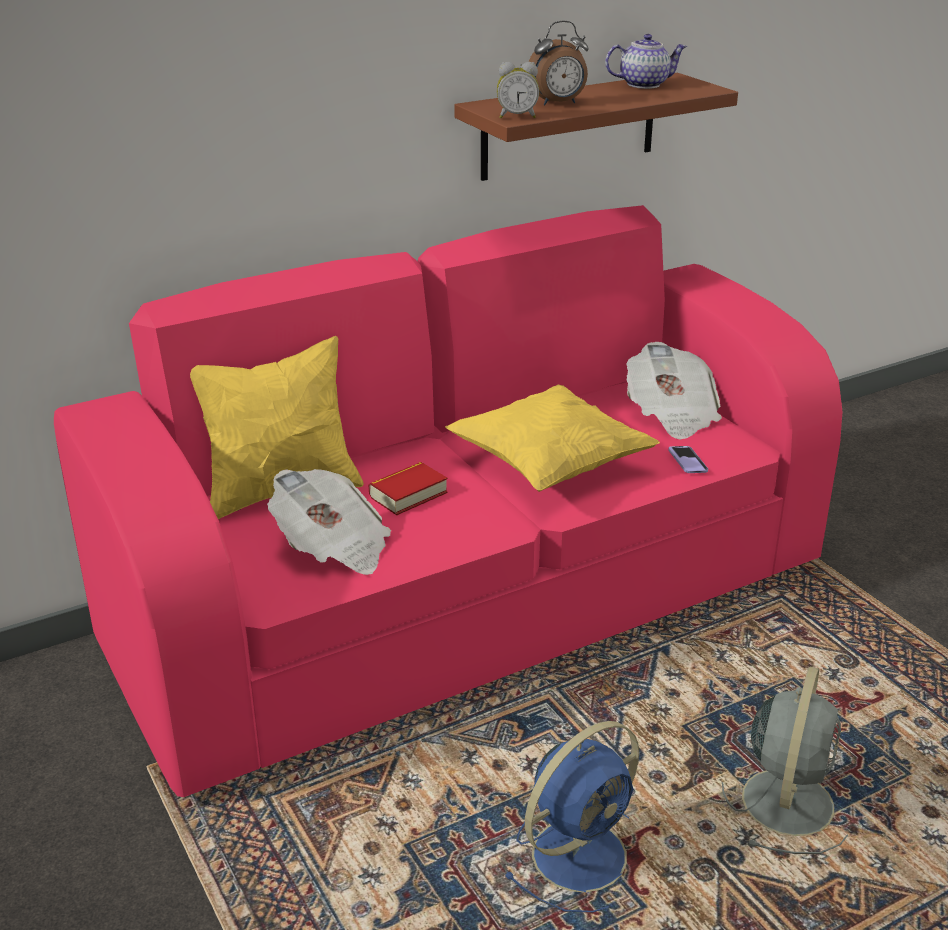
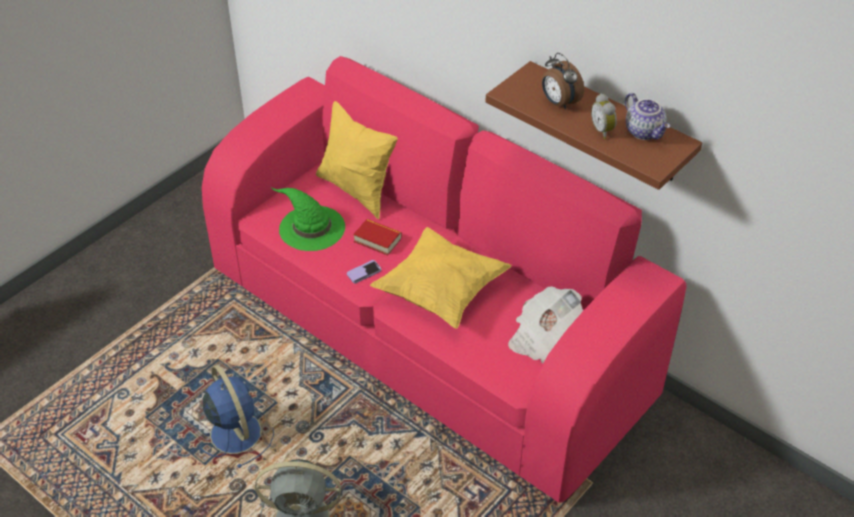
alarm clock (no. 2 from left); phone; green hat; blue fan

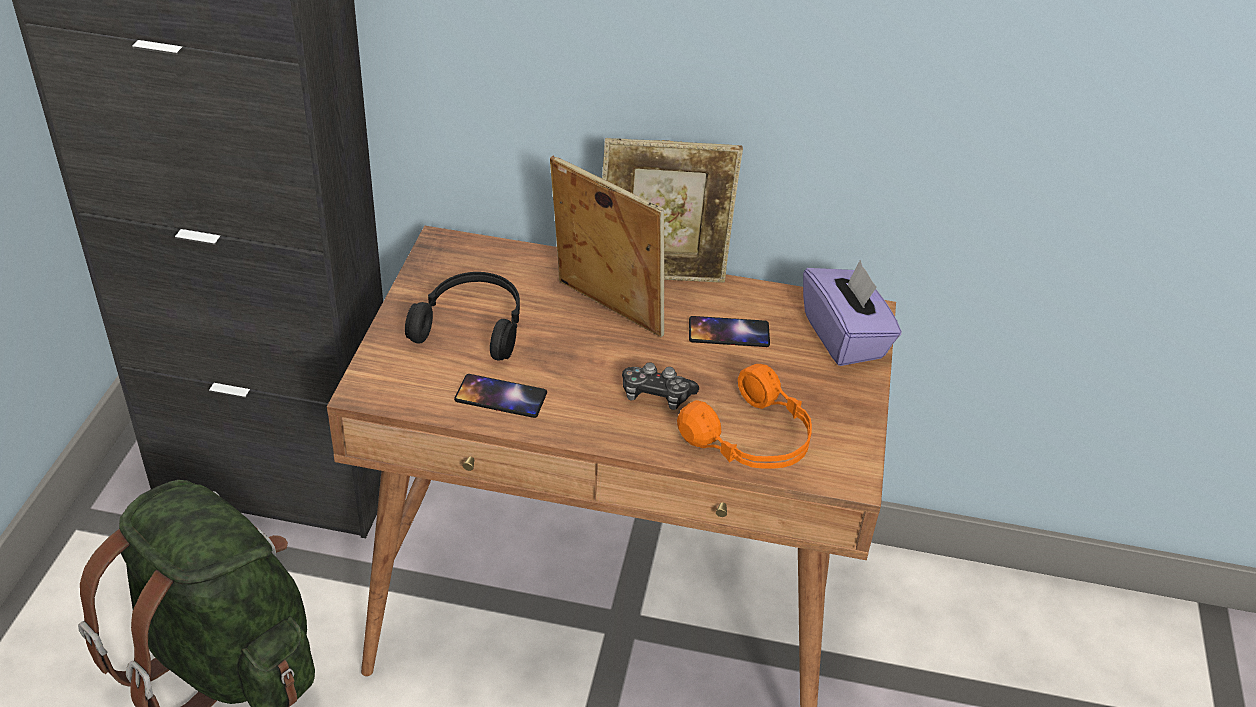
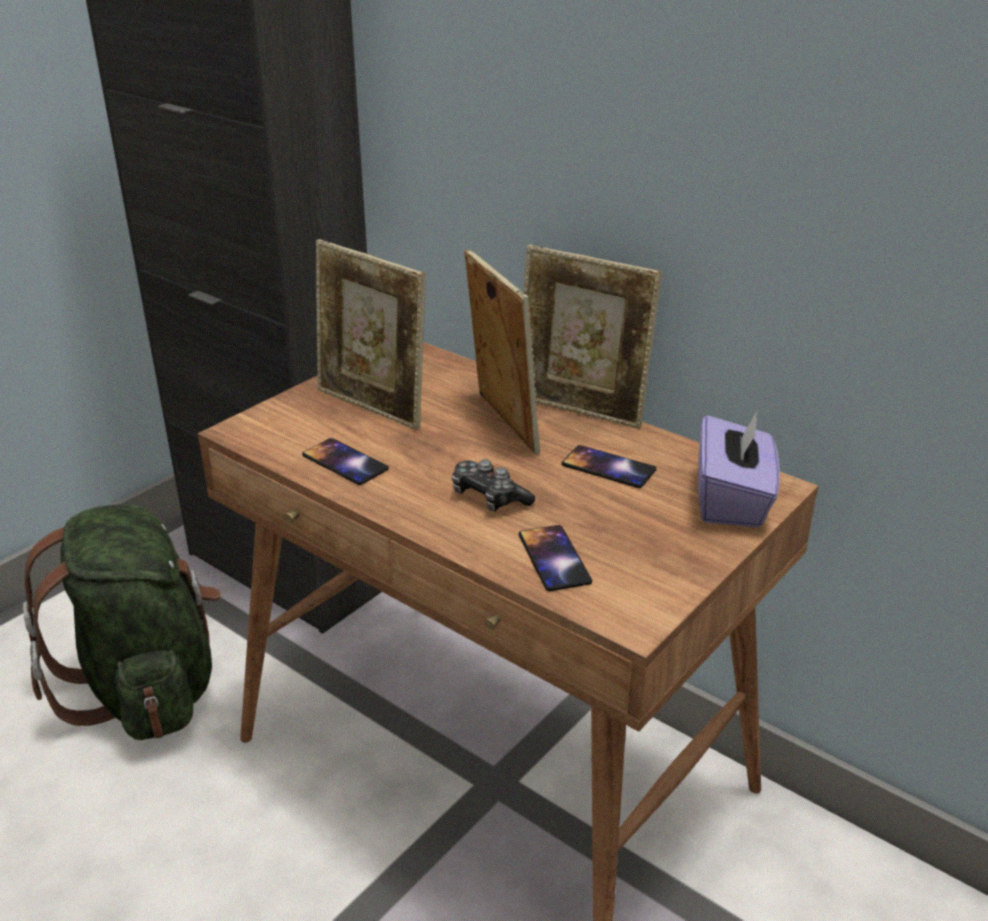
picture frame (no. 1 from left); phone (no. 2 from left)

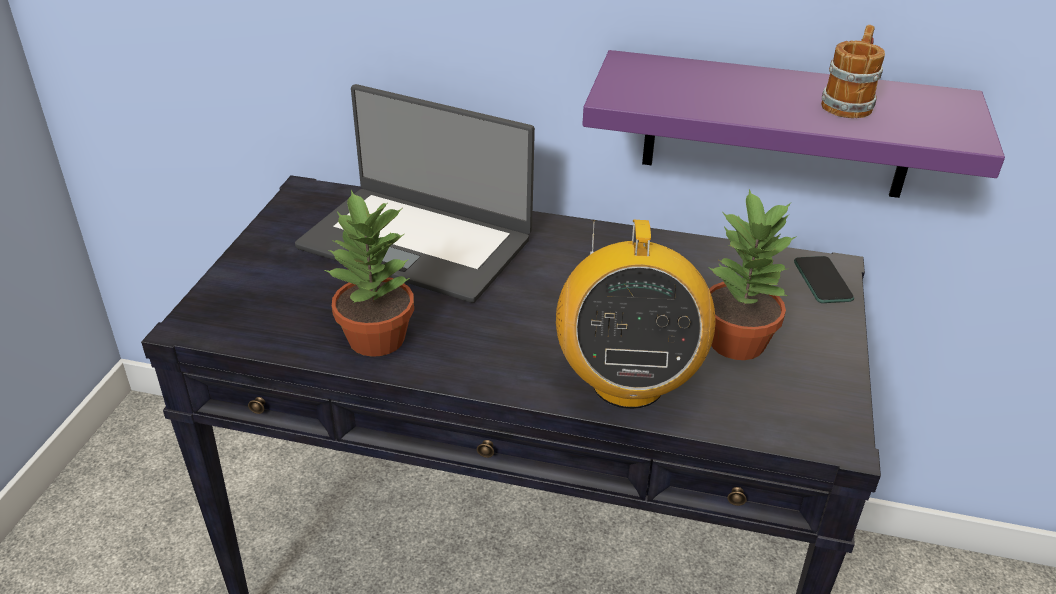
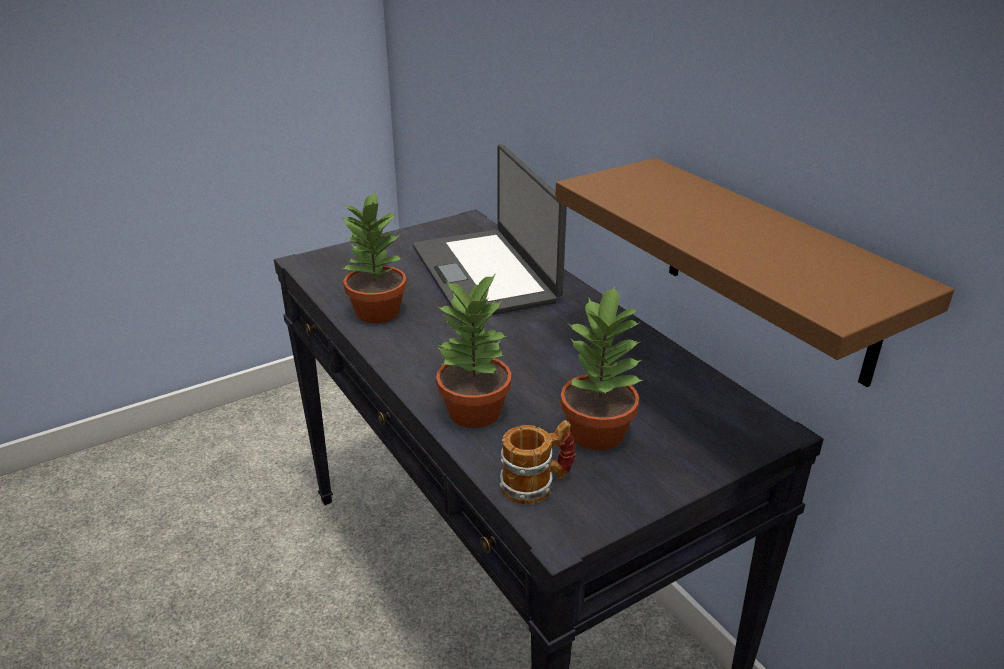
phone; mug; potted plant (no. 2 from left); brown shelf

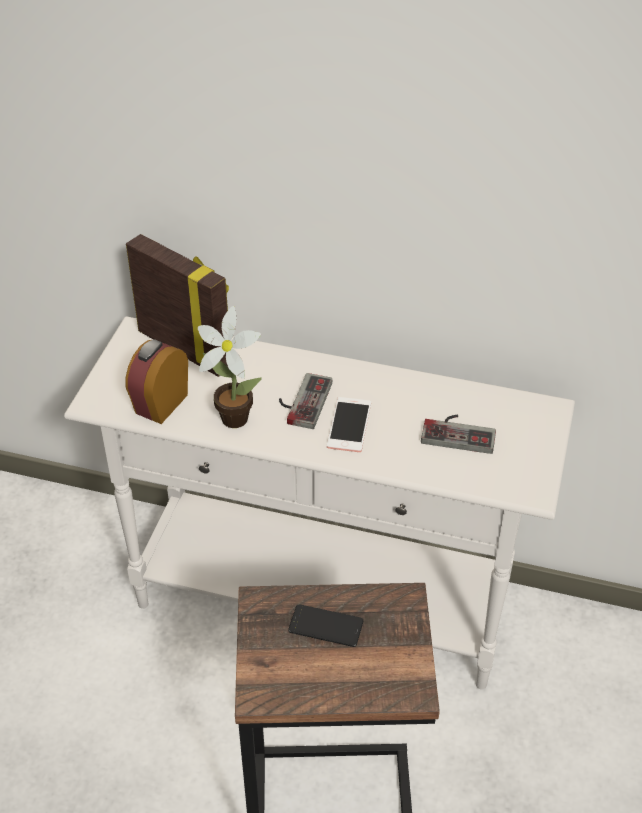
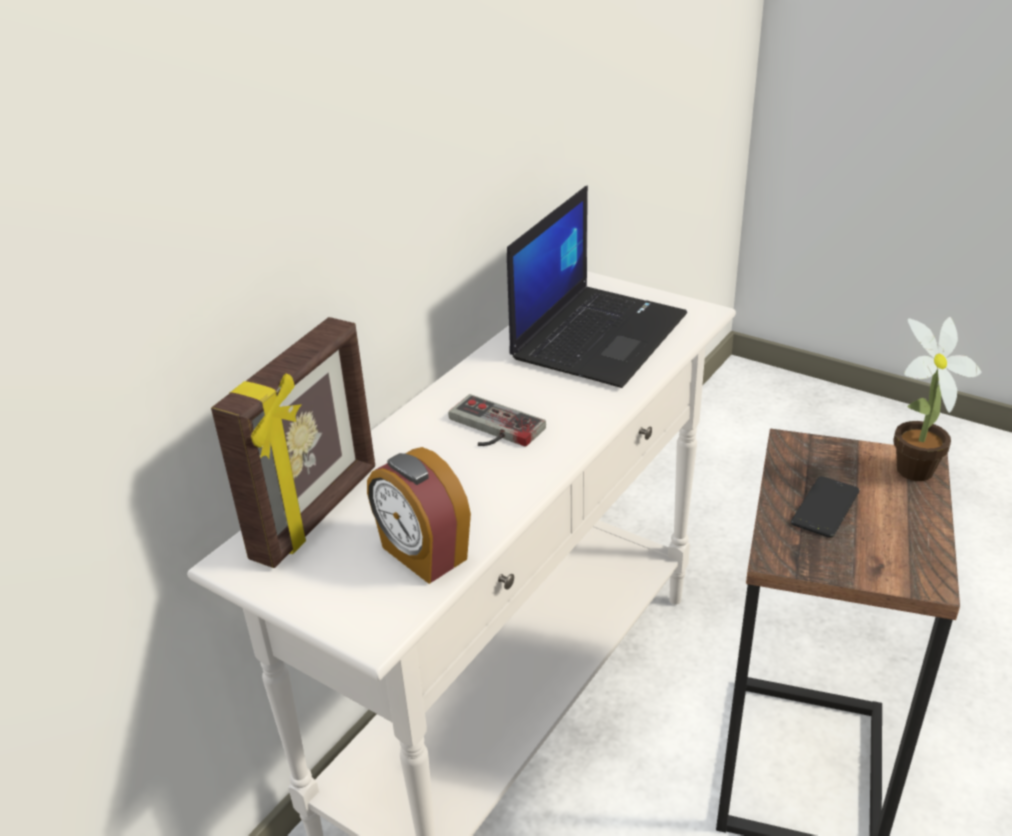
phone (no. 2 from left in the first image); potted plant; laptop; picture frame

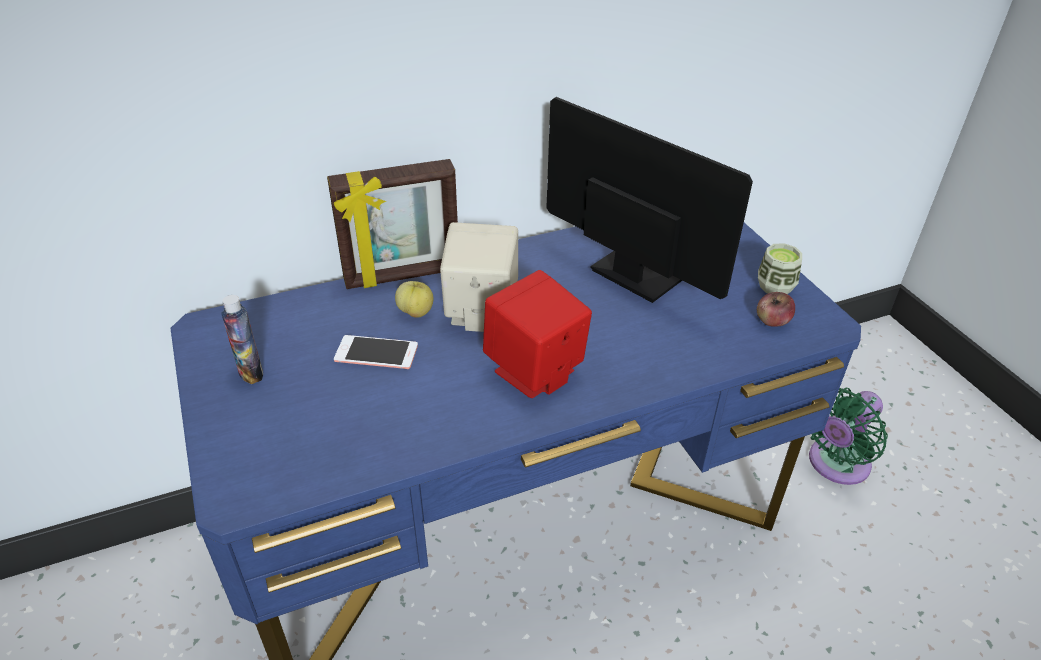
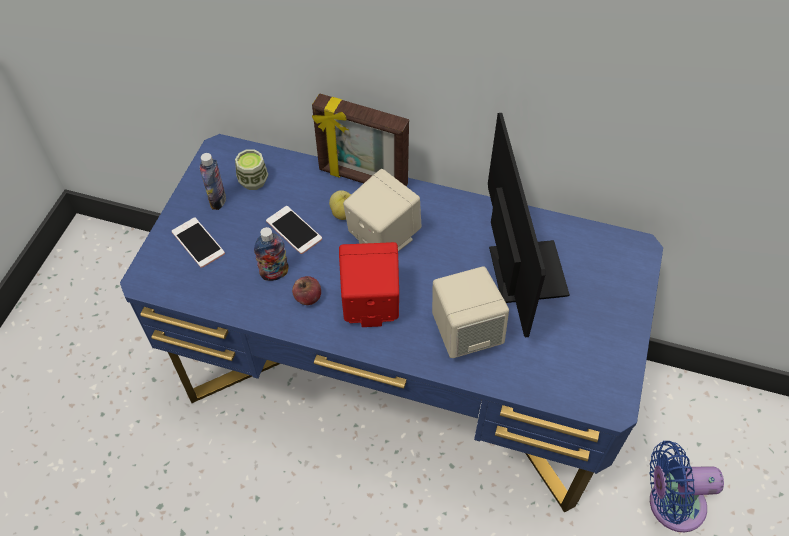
phone (no. 1 from left); bottle (no. 2 from left); beige speaker (no. 2 from left); apple (no. 1 from left); cup; blue fan

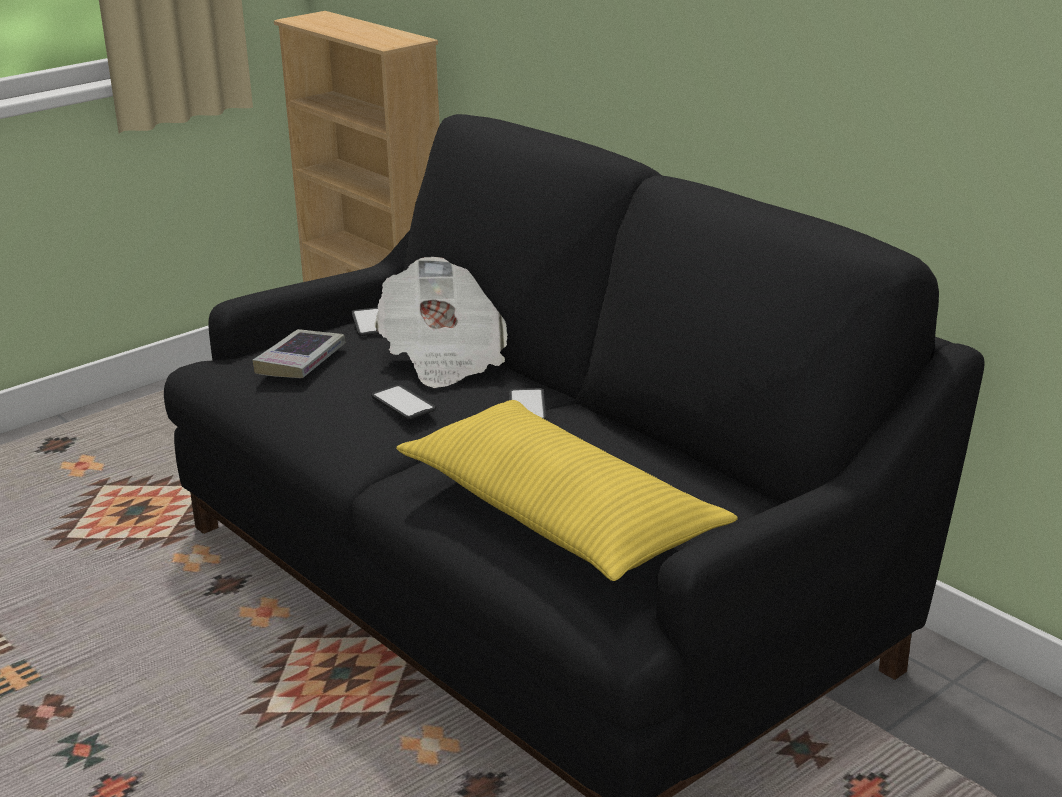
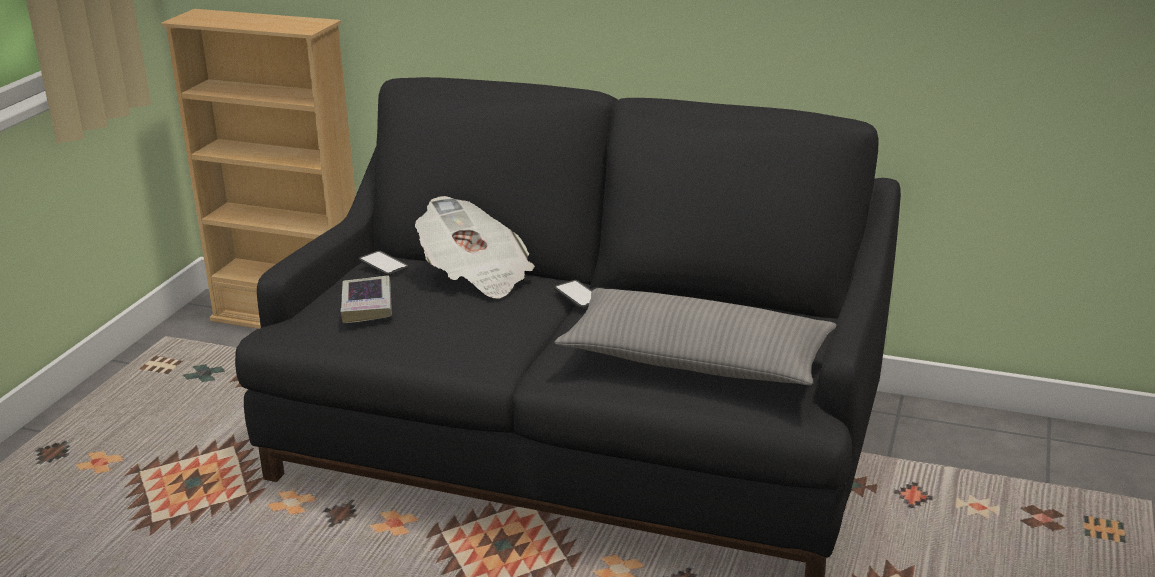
phone (no. 2 from left in the first image); grey pillow

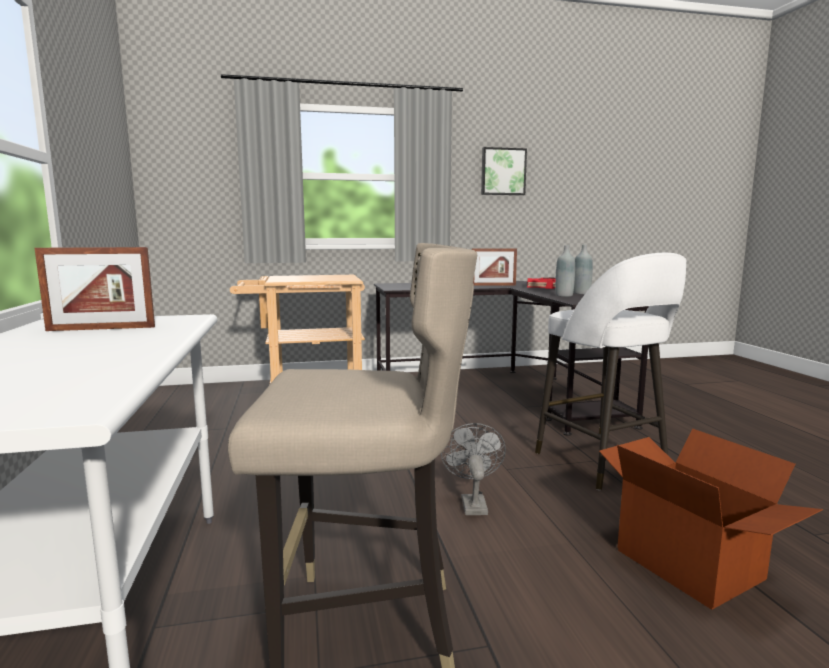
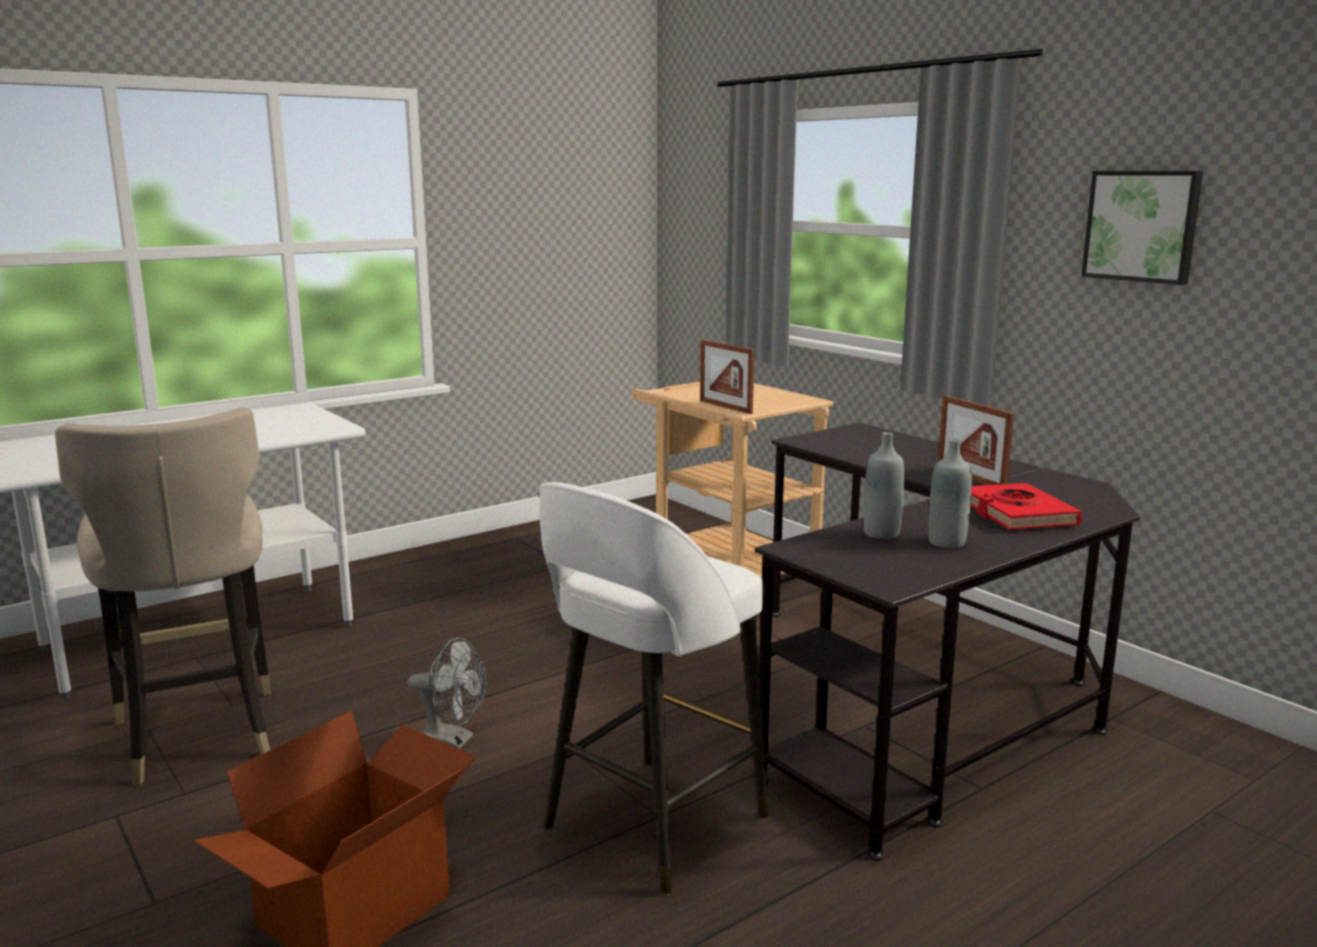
picture frame (no. 1 from left); grey fan

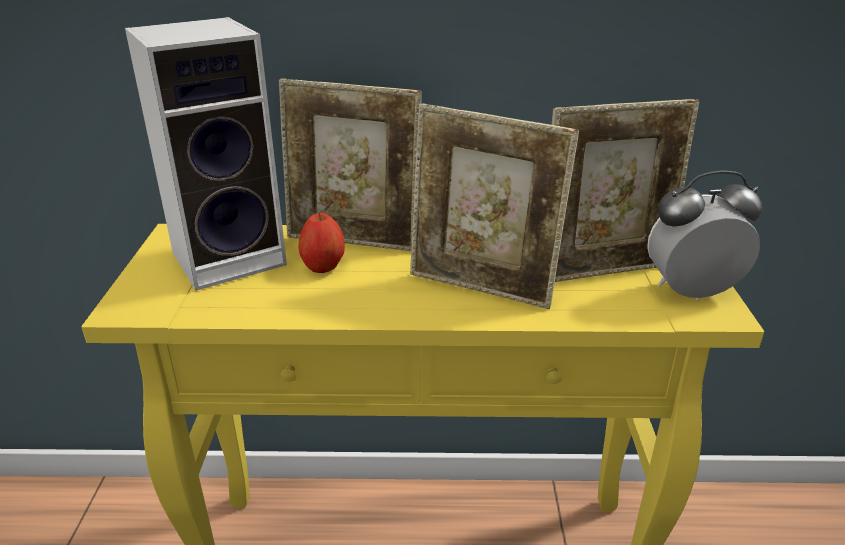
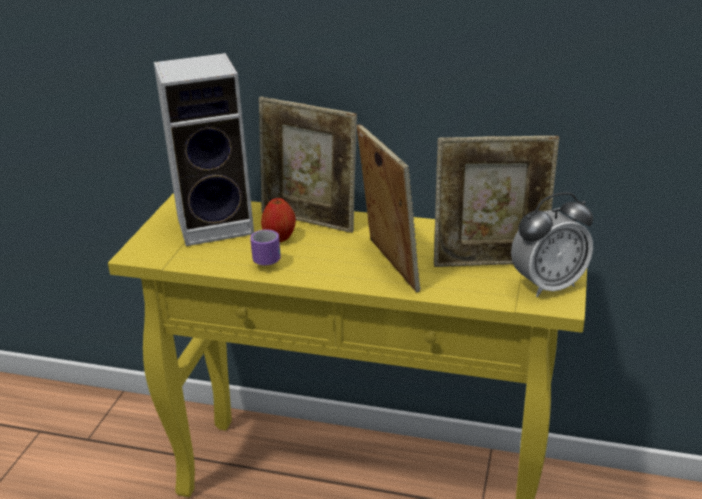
mug; picture frame (no. 2 from left); alarm clock

